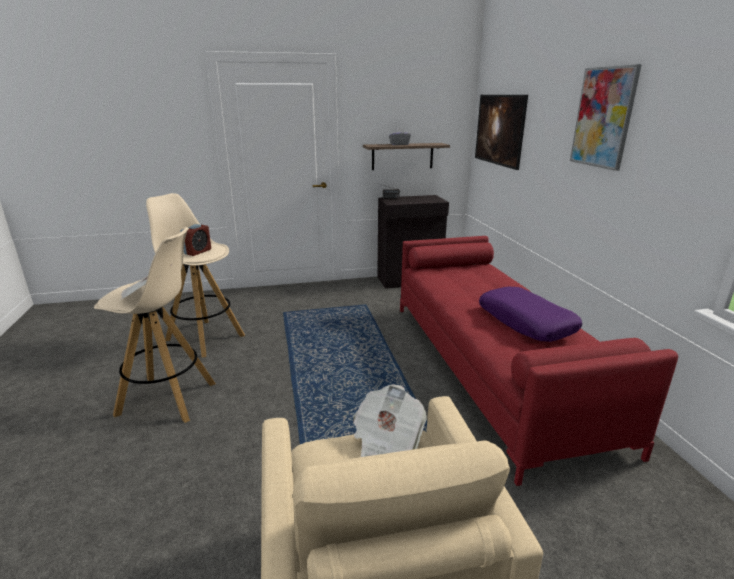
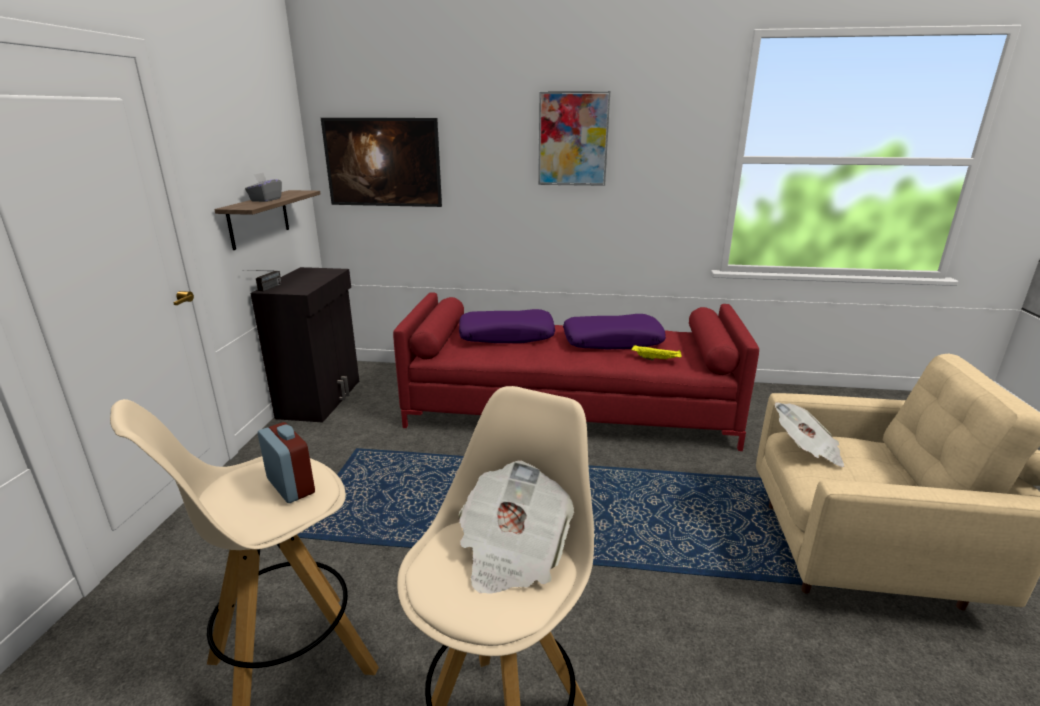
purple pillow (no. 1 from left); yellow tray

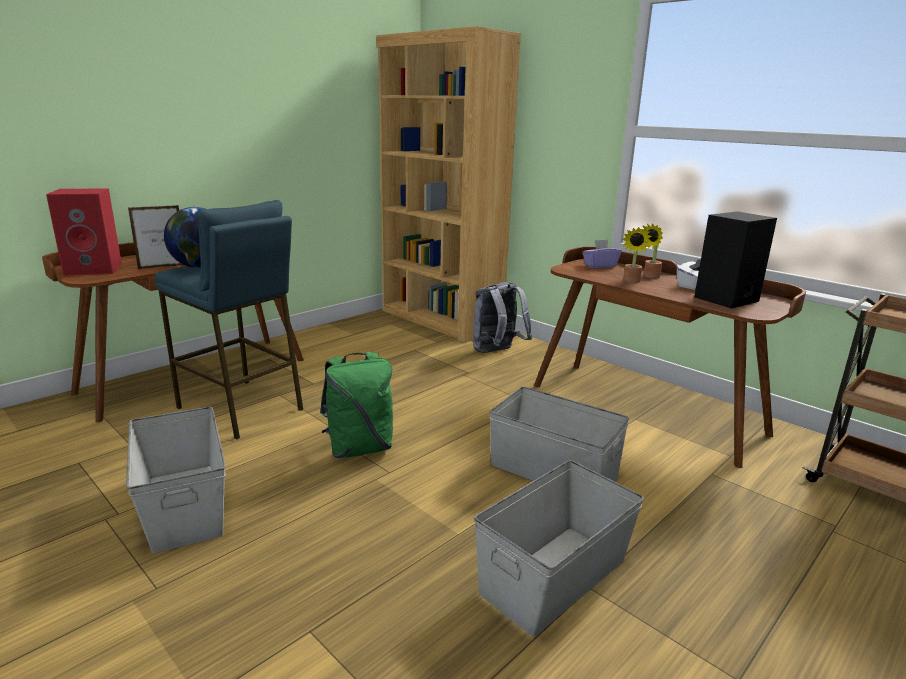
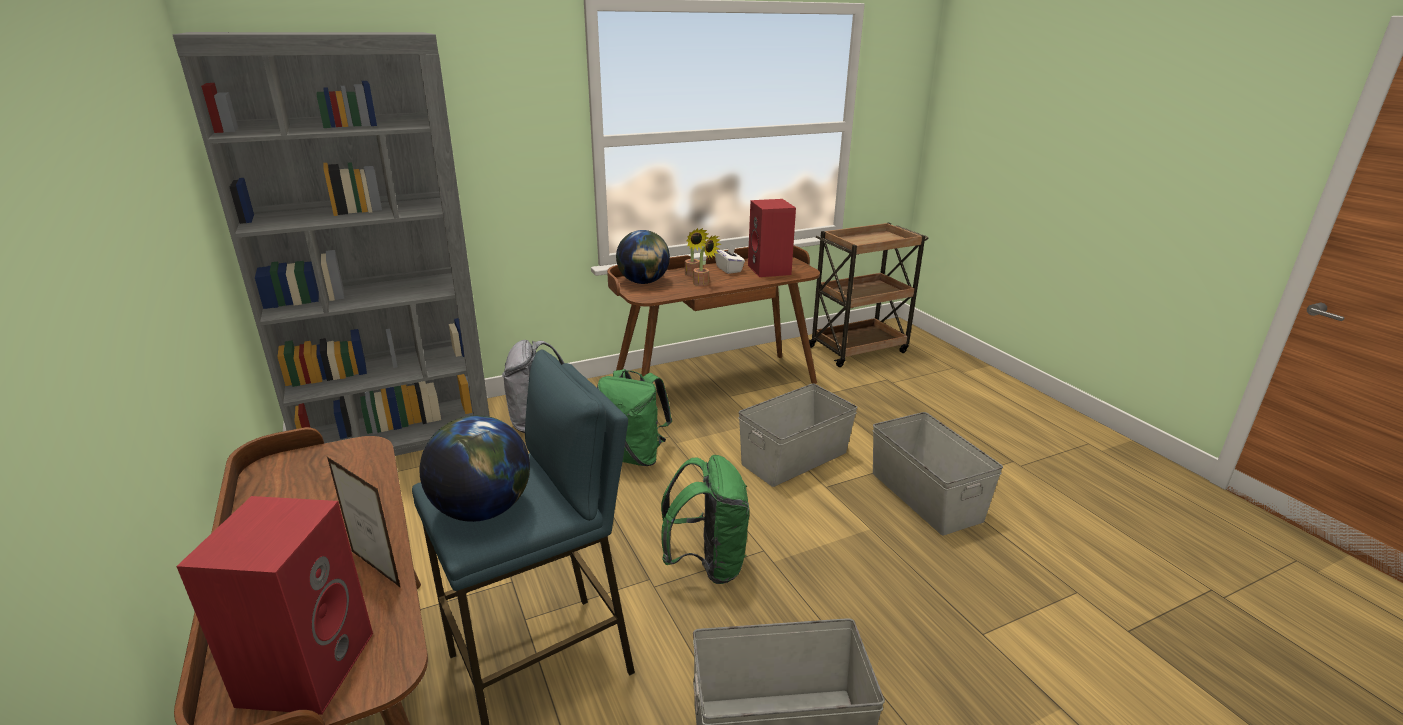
green backpack (no. 1 from left); globe (no. 2 from left); grey bookcase; red speaker (no. 2 from left); picture frame

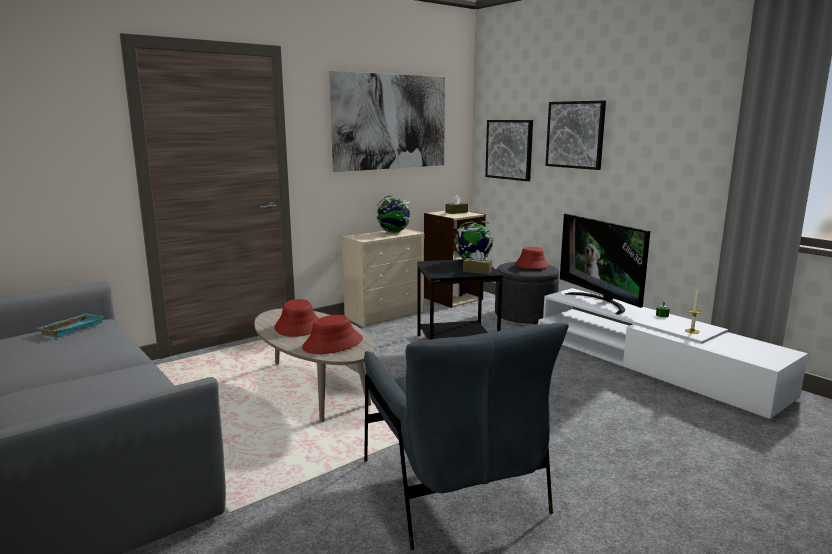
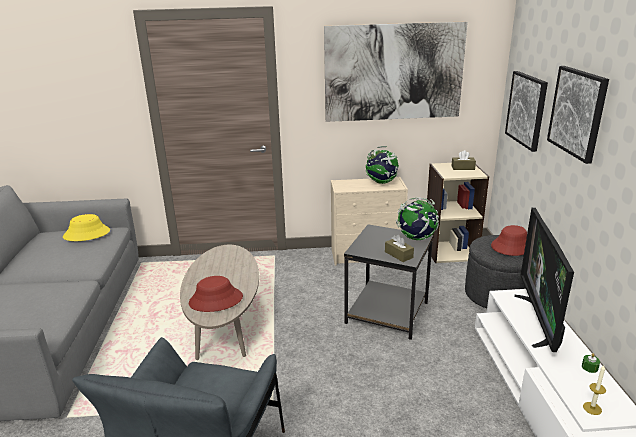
red hat (no. 1 from left in the first image); yellow hat

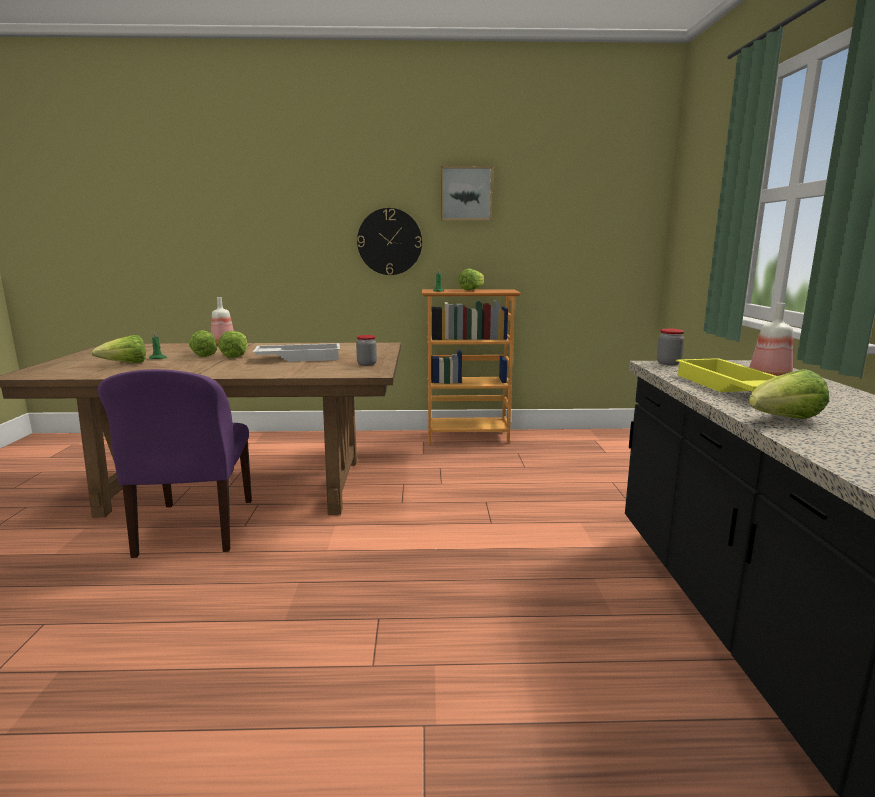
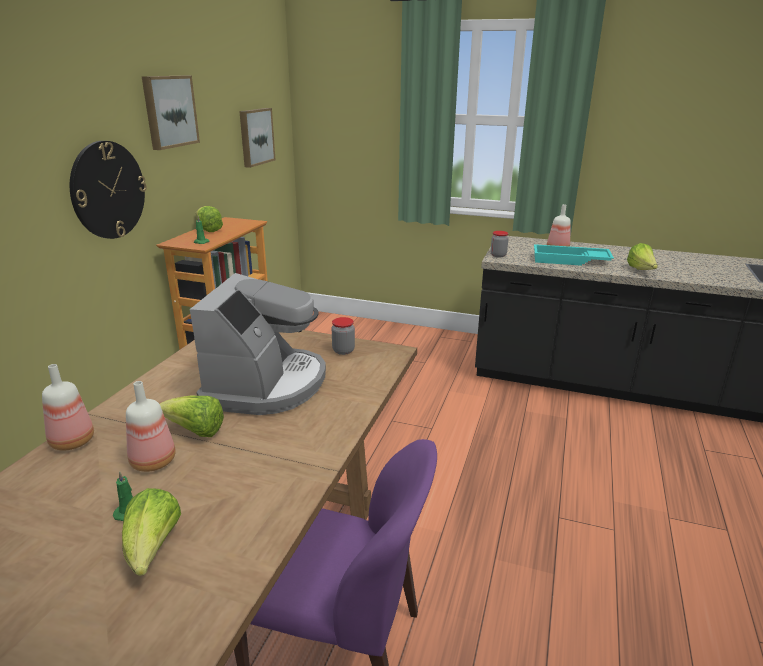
picture (no. 2 from left); bottle (no. 2 from left); coffee machine; turquoise tray

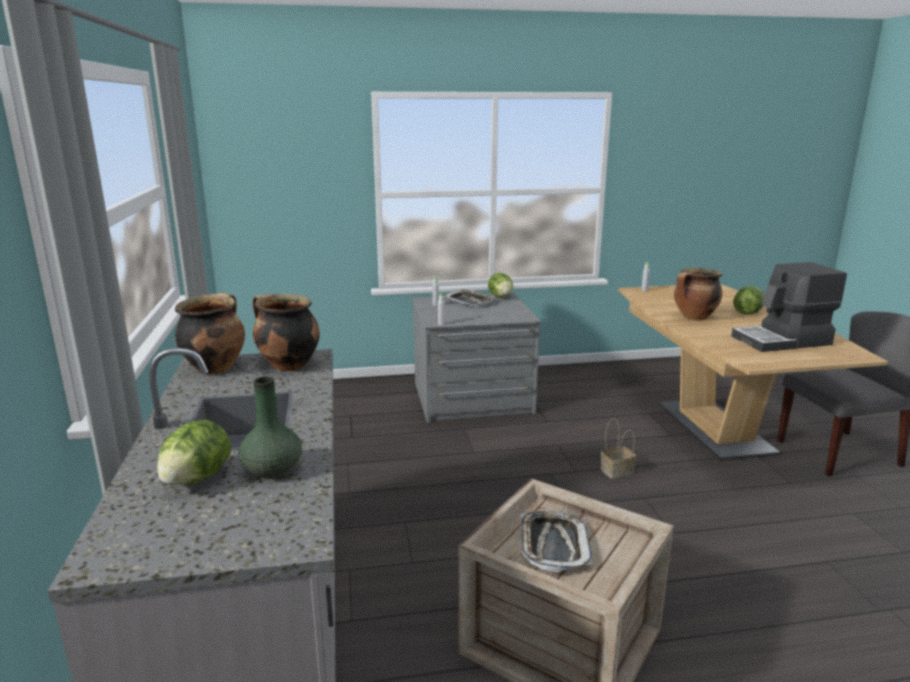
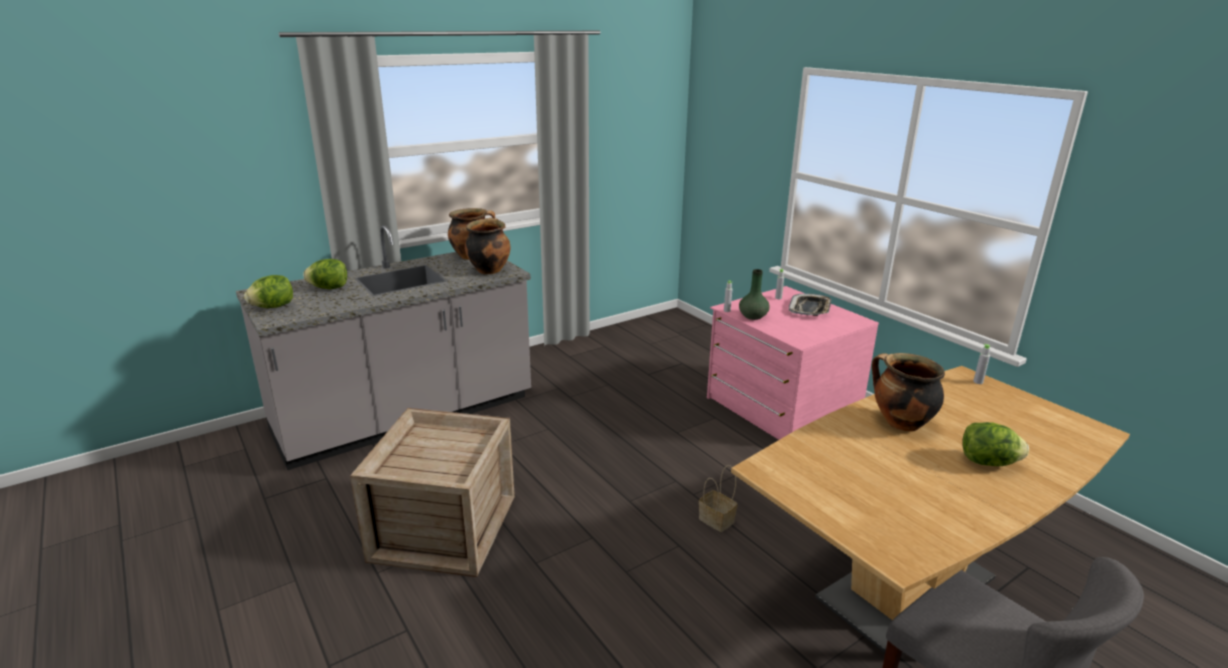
tray (no. 2 from left in the first image); coffee machine; green vase; lettuce (no. 1 from left); pink dresser

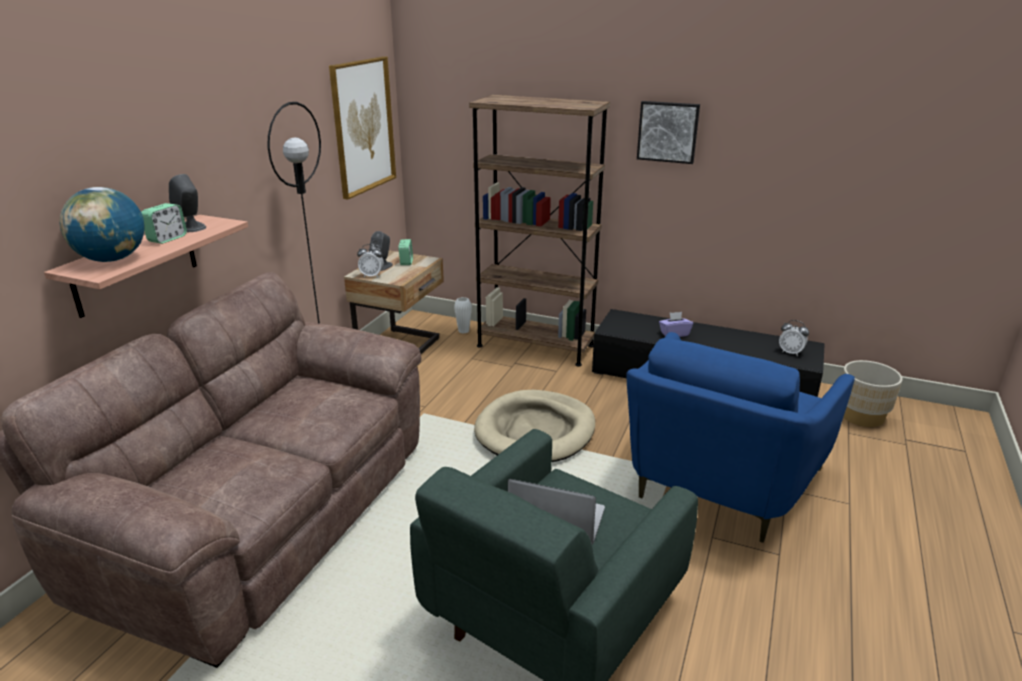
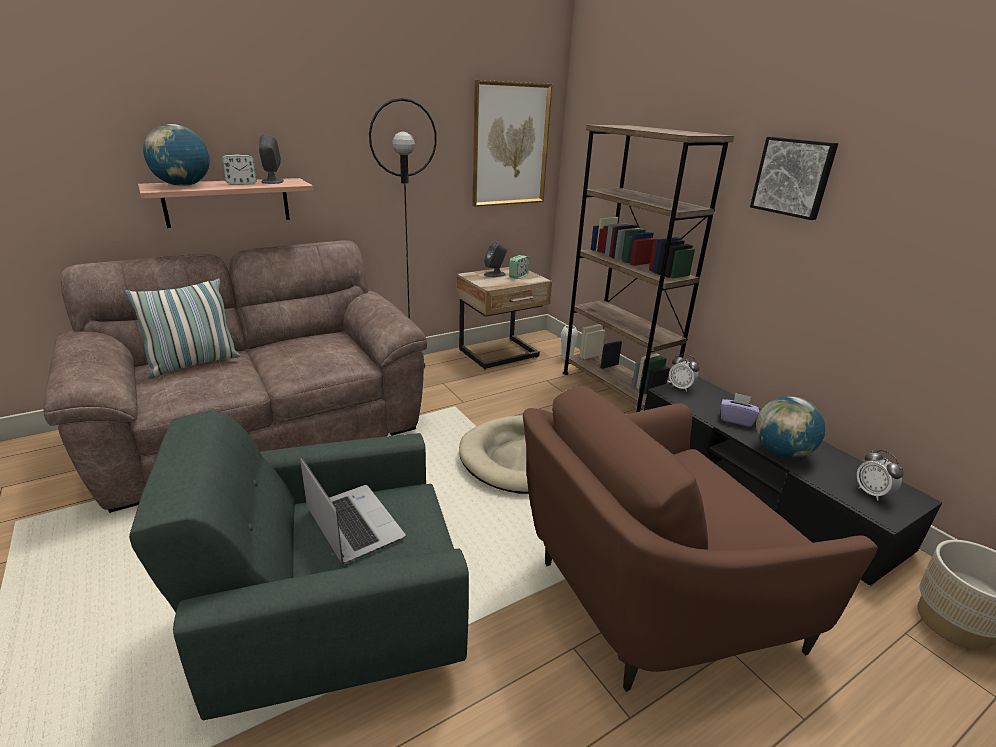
pillow; globe (no. 2 from left); alarm clock (no. 3 from left); brown armchair

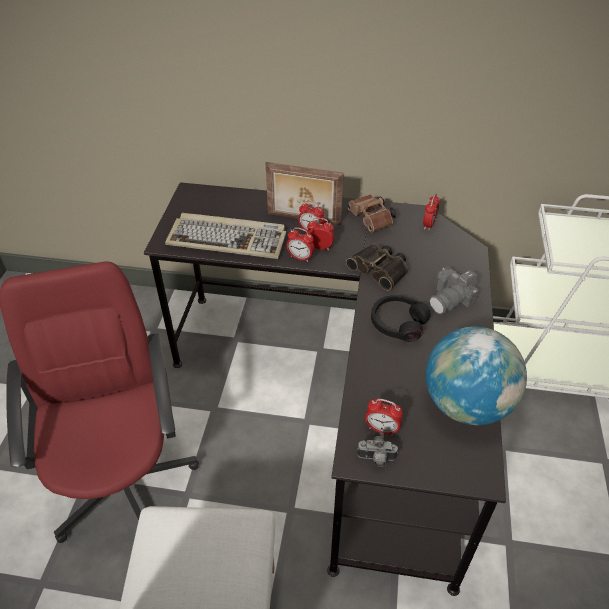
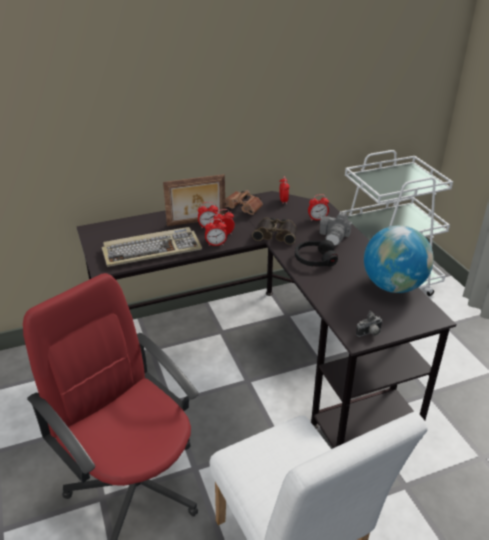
alarm clock (no. 5 from left)

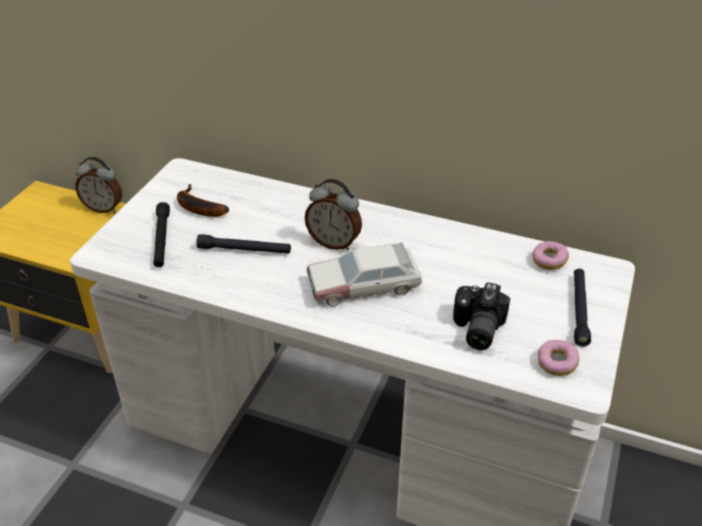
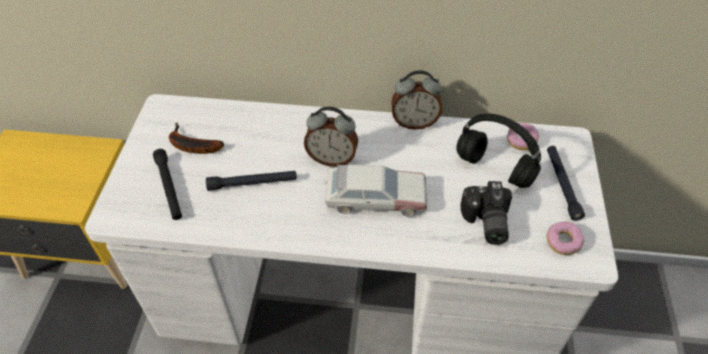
black headphones; alarm clock (no. 2 from left); toy car

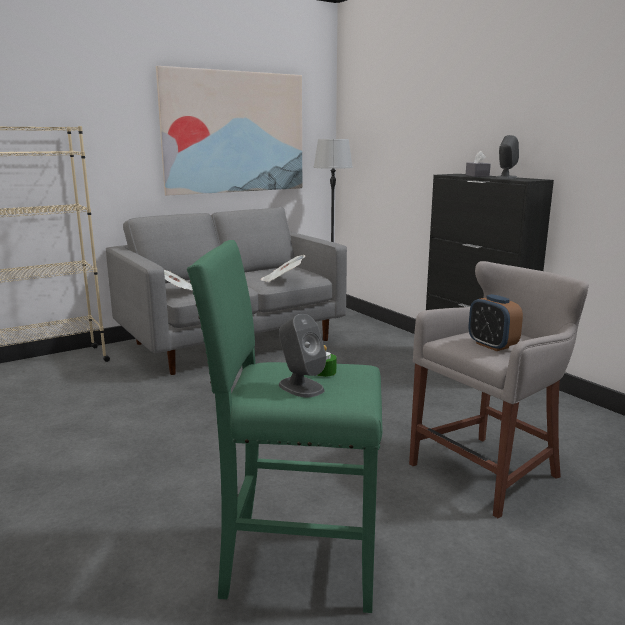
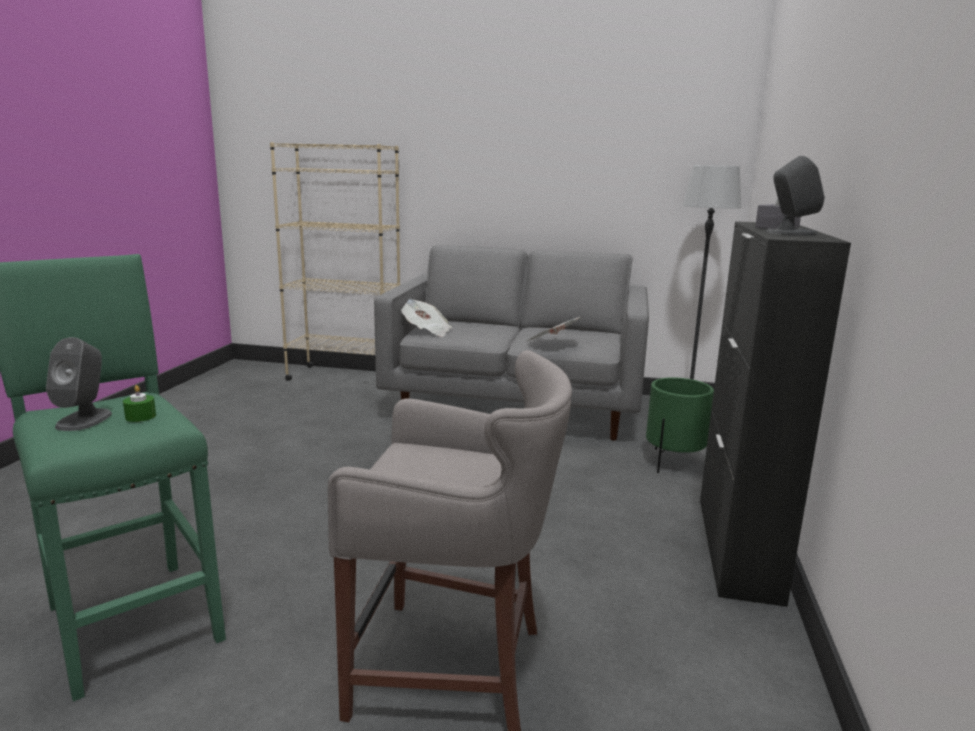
picture; alarm clock; green planter

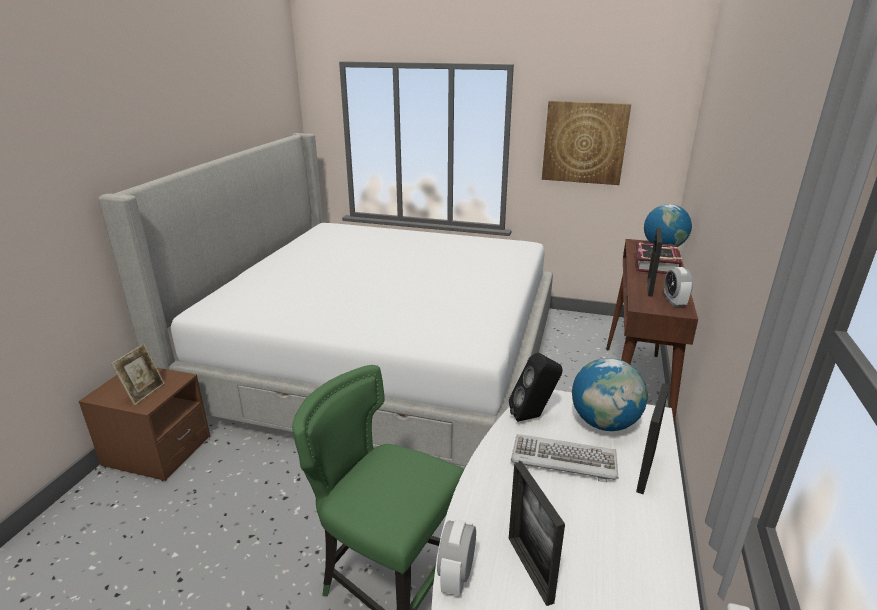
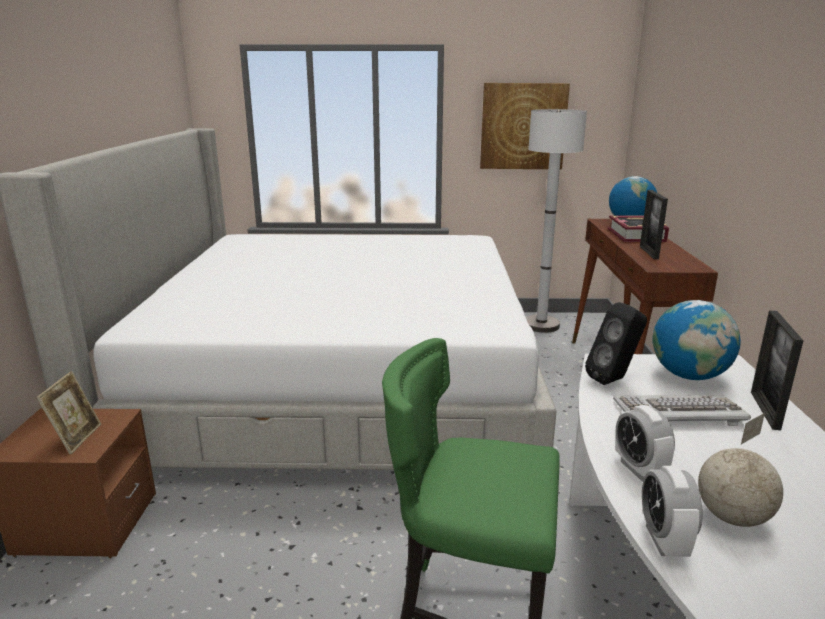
white floor lamp; alarm clock (no. 1 from left); globe (no. 3 from left)

